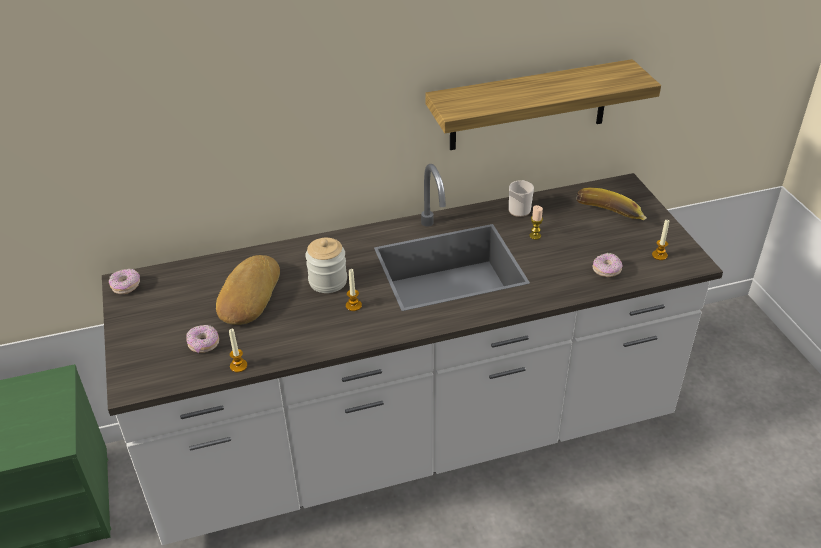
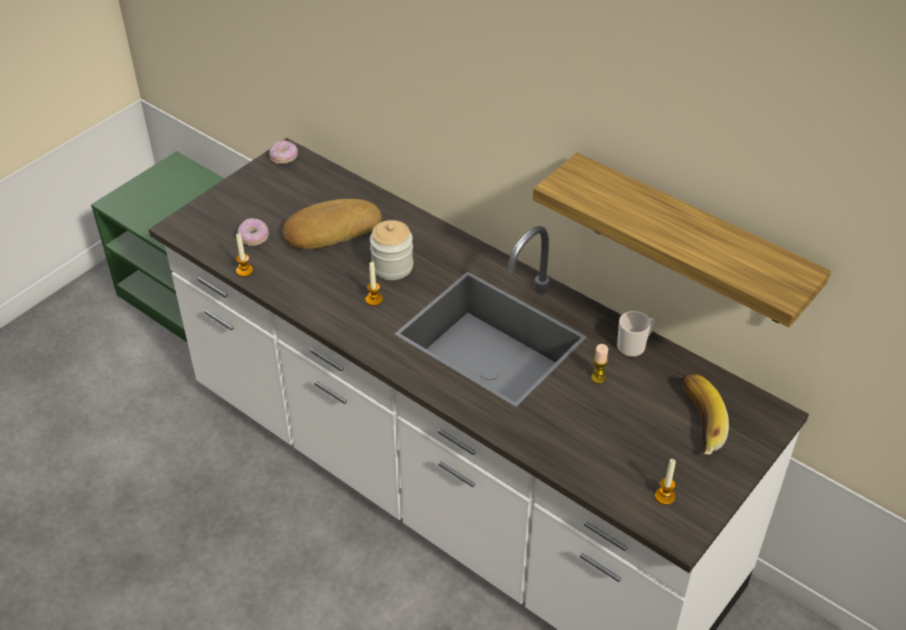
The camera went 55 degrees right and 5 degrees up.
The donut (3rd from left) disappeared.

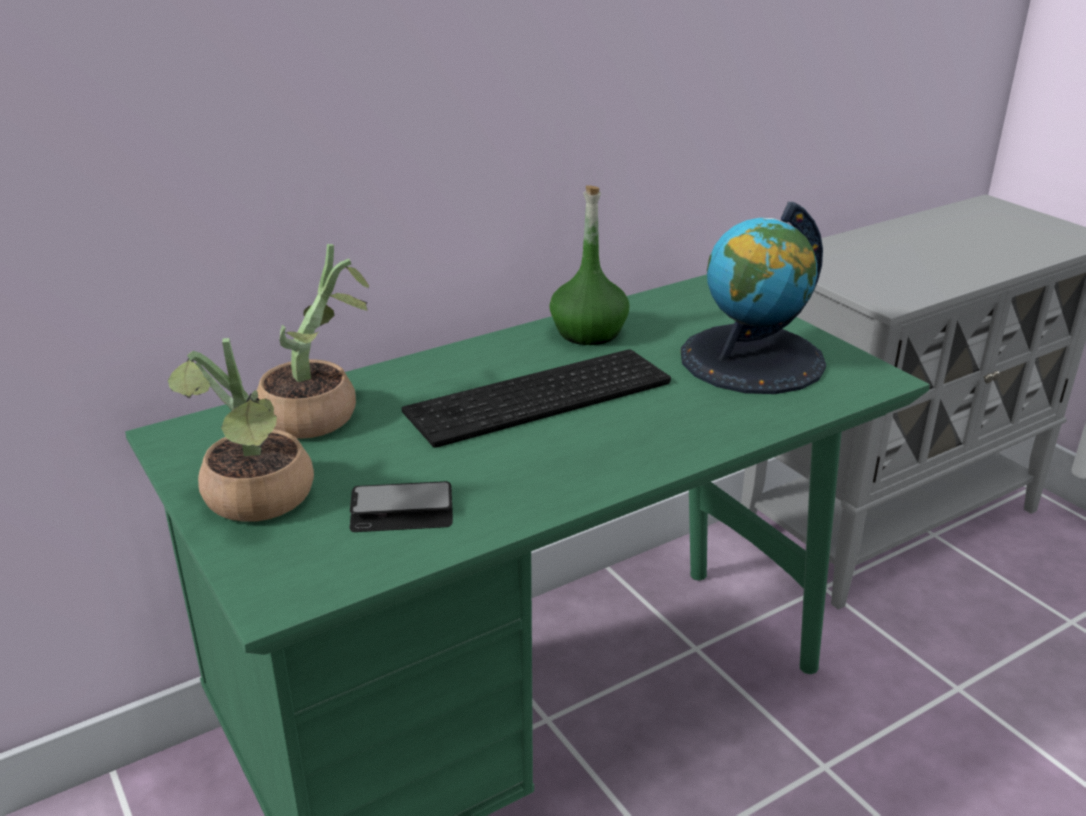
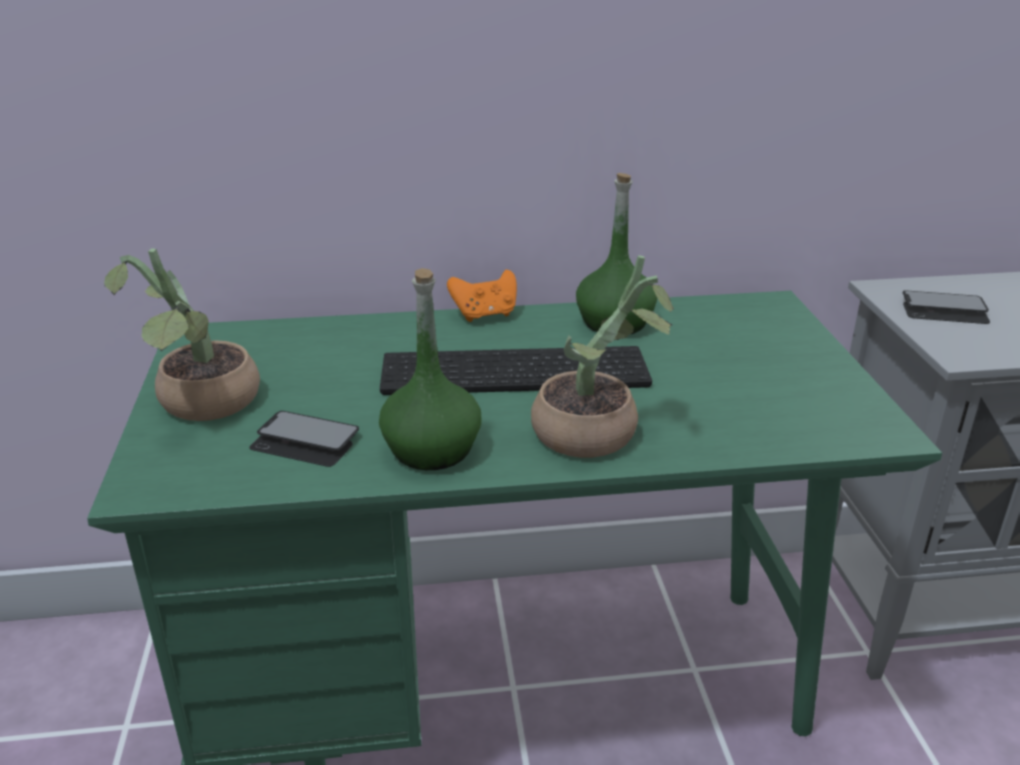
The camera went 25 degrees right and 0 degrees up.
The globe disappeared.
The potted plant (2nd from left) moved.
The bottle (green) (1st from left) appeared.
The game controller (orange) appeared.
The phone (2nd from left) appeared.

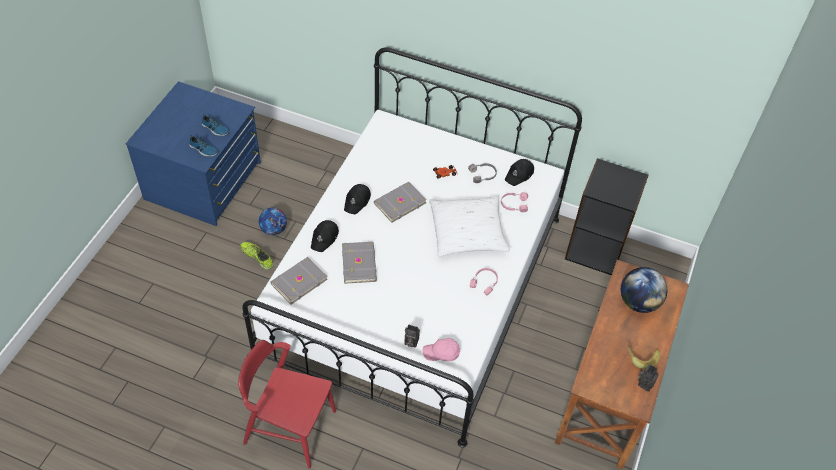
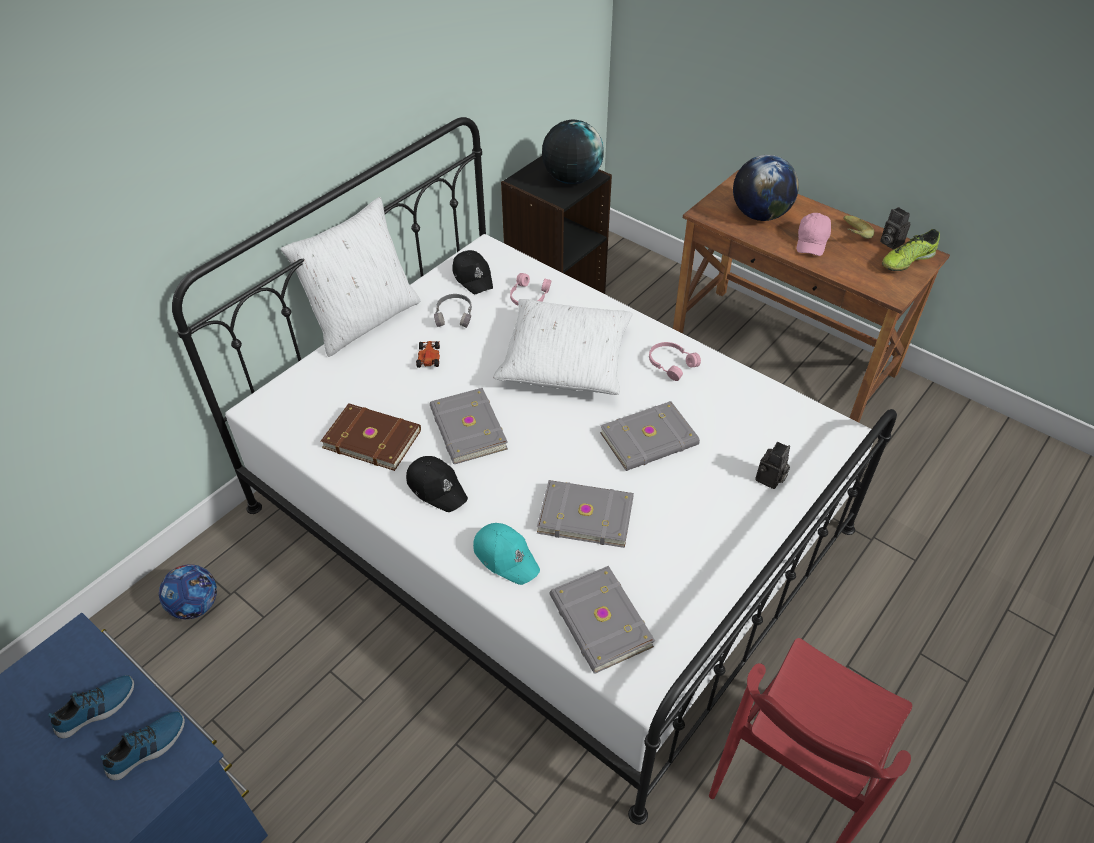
The camera went 70 degrees left and 5 degrees down.
The football moved.
The cap (black) (1st from left) became the cap (turquoise).
The shoe (3rd from left) moved.
The cap (pink) moved.
The globe (1st from left) appeared.
The pillow (white) (1st from left) appeared.
The book (grey) (4th from left) appeared.
The book (brown) appeared.

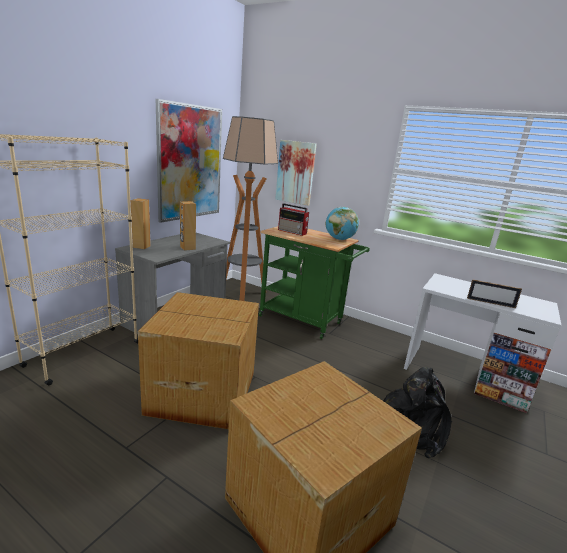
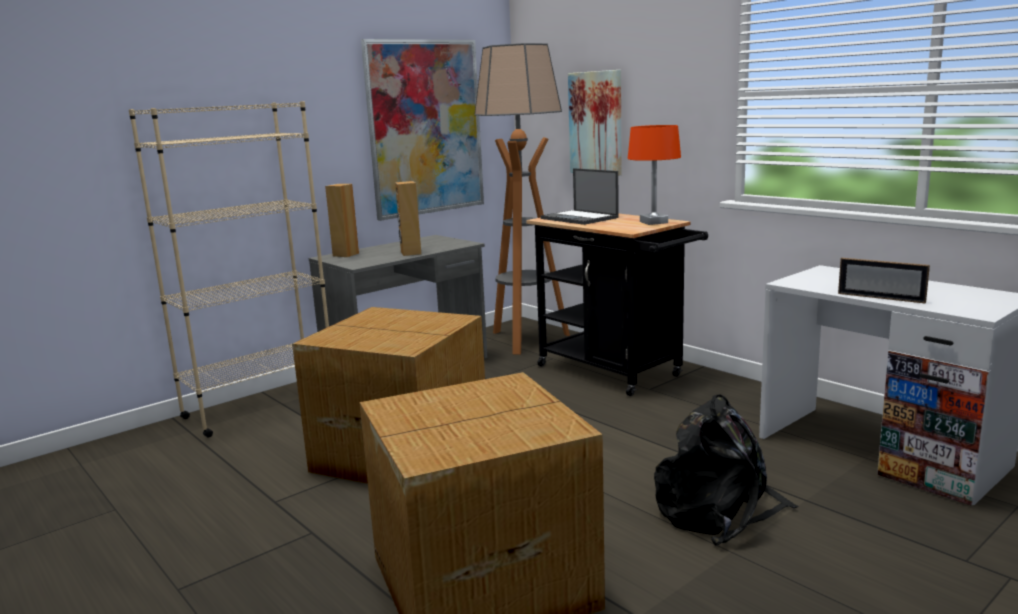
The camera went 20 degrees right and 5 degrees down.
The radio was replaced by the laptop.
The globe was replaced by the table lamp (orange).
The cart (green) became the cart (black).

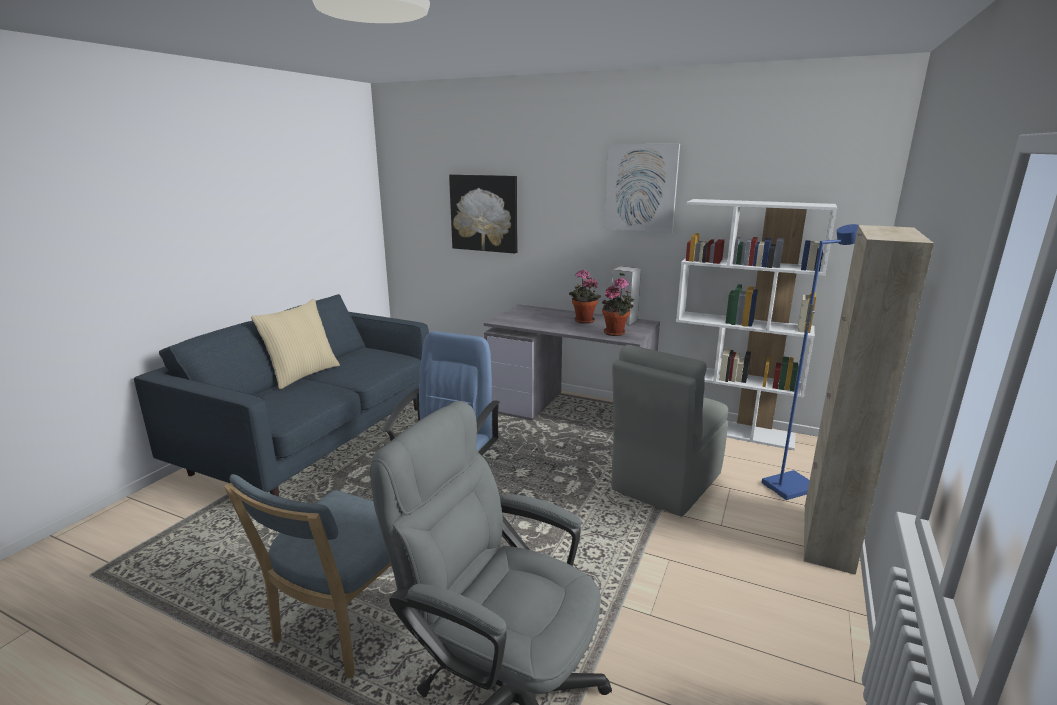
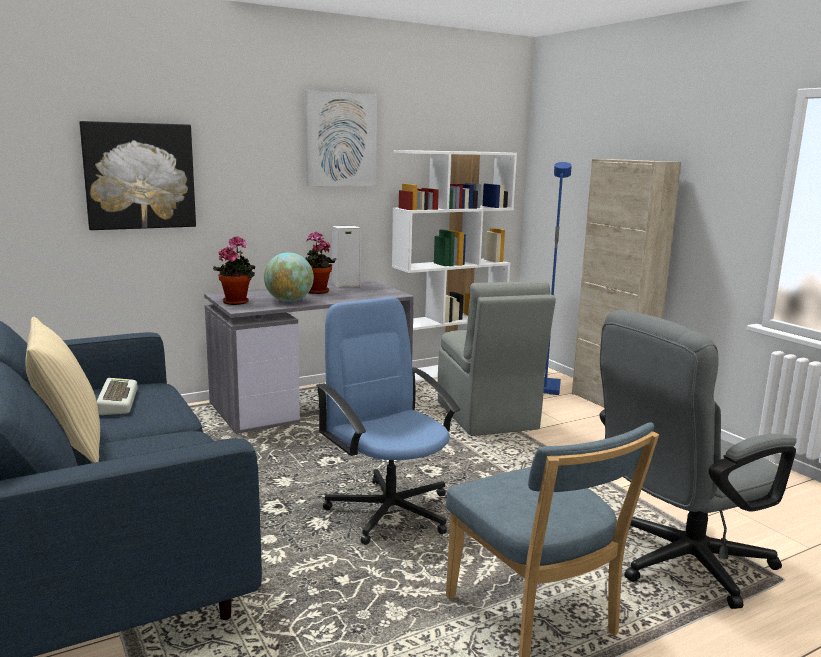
The camera went 55 degrees left and 5 degrees down.
The potted plant (2nd from left in the first image) moved.
The globe appeared.
The keyboard appeared.

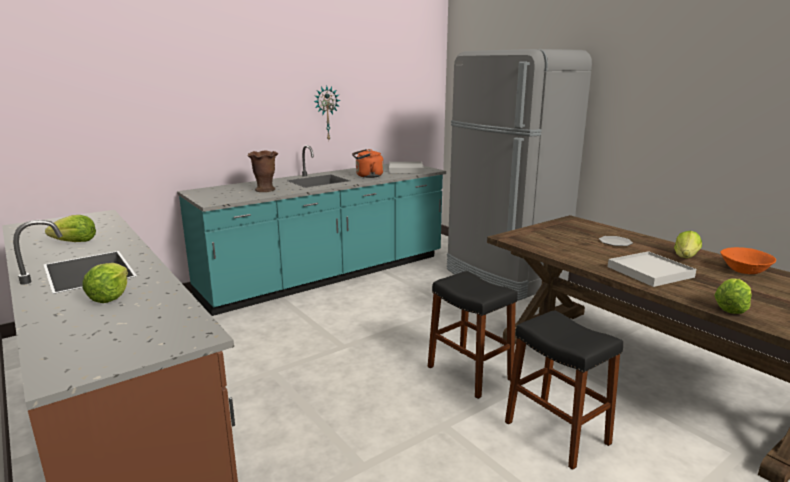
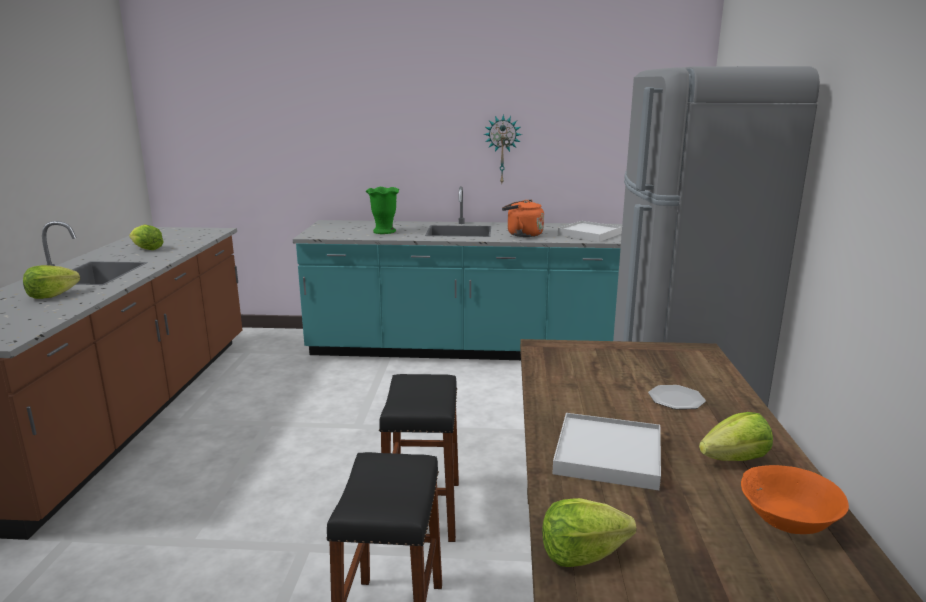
The camera went 40 degrees right and 0 degrees up.
The vase (brown) became the vase (green).

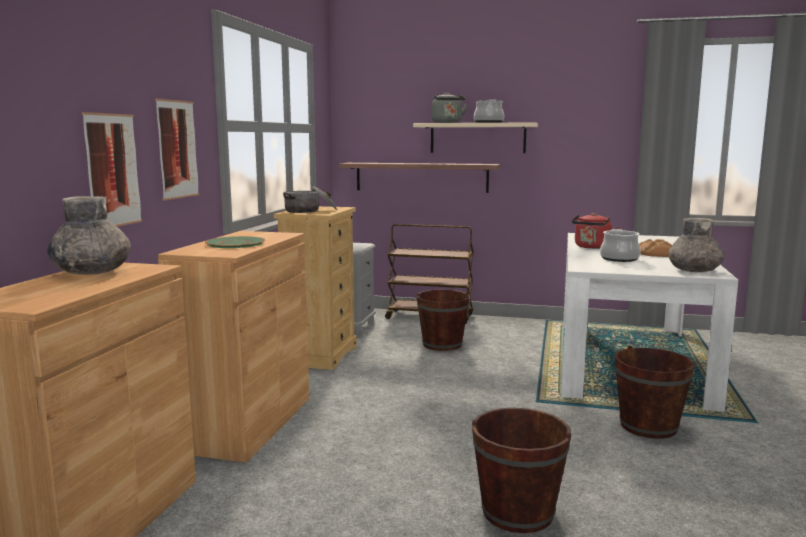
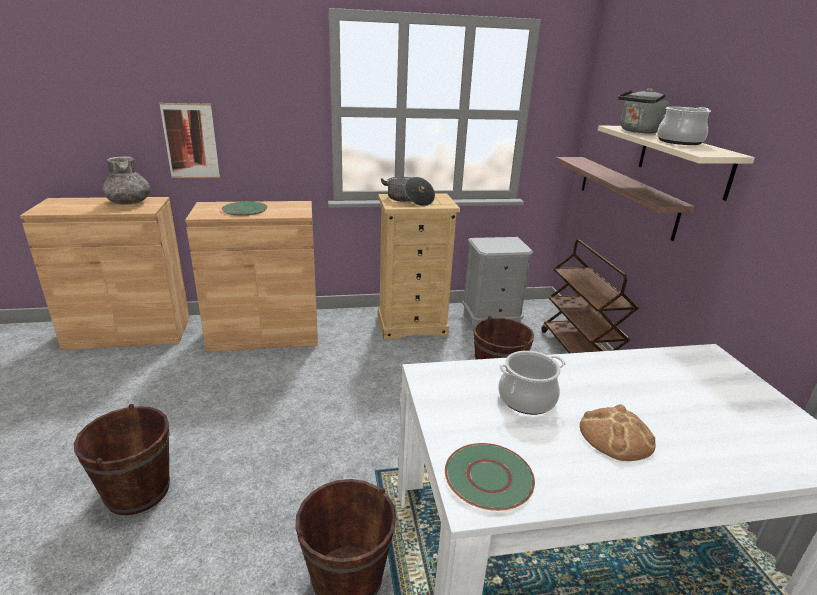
The camera went 65 degrees right and 15 degrees up.
The picture (2nd from left) disappeared.
The kettle (red) disappeared.
The vase (grey) (2nd from left) was replaced by the plate (green) (2nd from left).

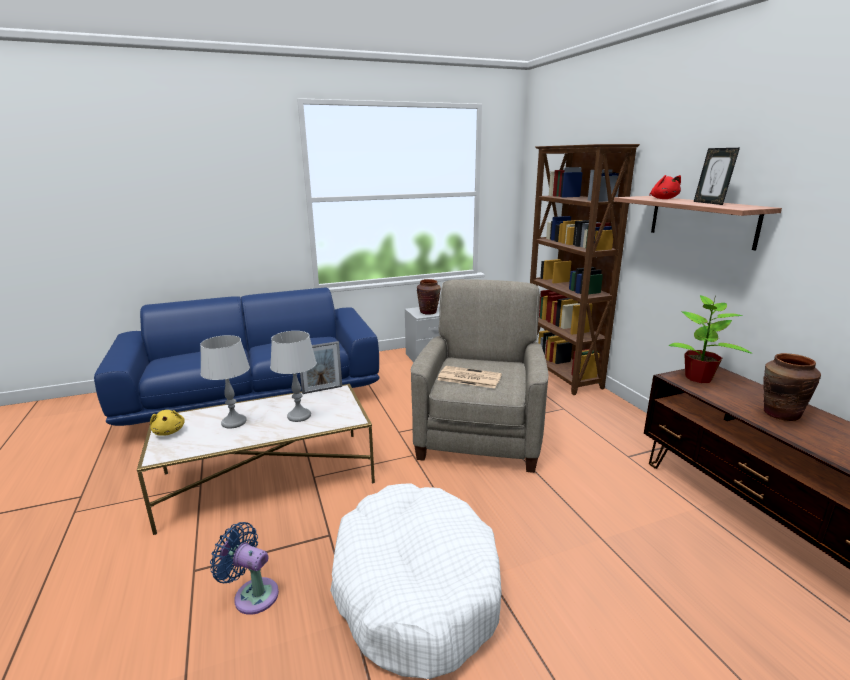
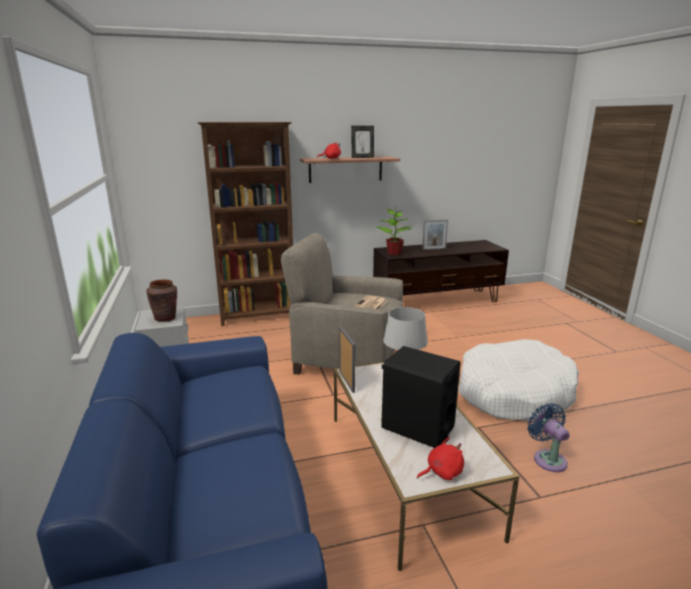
The camera went 85 degrees left and 0 degrees up.
The table lamp (grey) (1st from left) was replaced by the speaker (black).
The vase (brown) (2nd from left) was replaced by the picture frame (3rd from left).
The plush toy (yellow) became the plush toy (red) (2nd from left).
The fan (blue) turned 135 degrees clockwise.

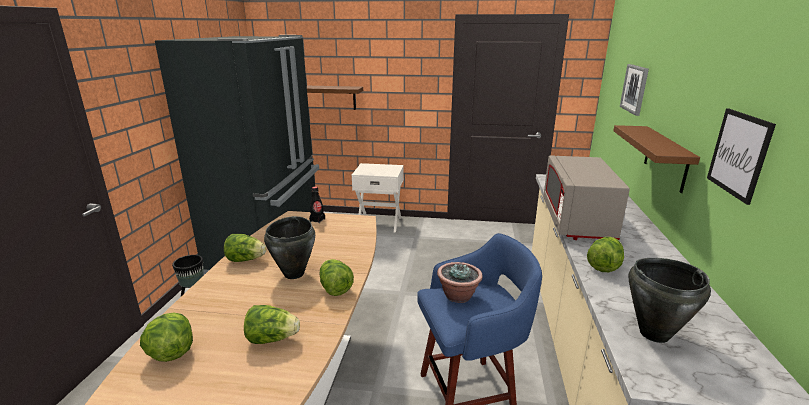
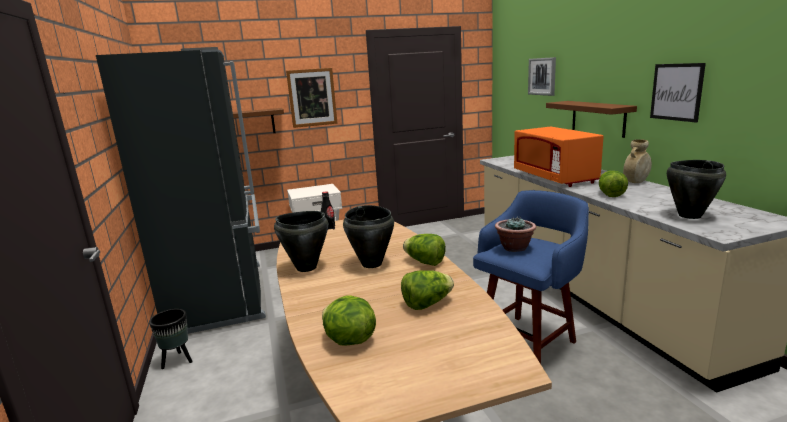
The camera went 25 degrees left and 5 degrees down.
The microwave (grey) became the microwave (orange).
The lettuce (2nd from left) was replaced by the cooking pot (black) (1st from left).
The picture (1st from left) appeared.
The vase (beige) appeared.

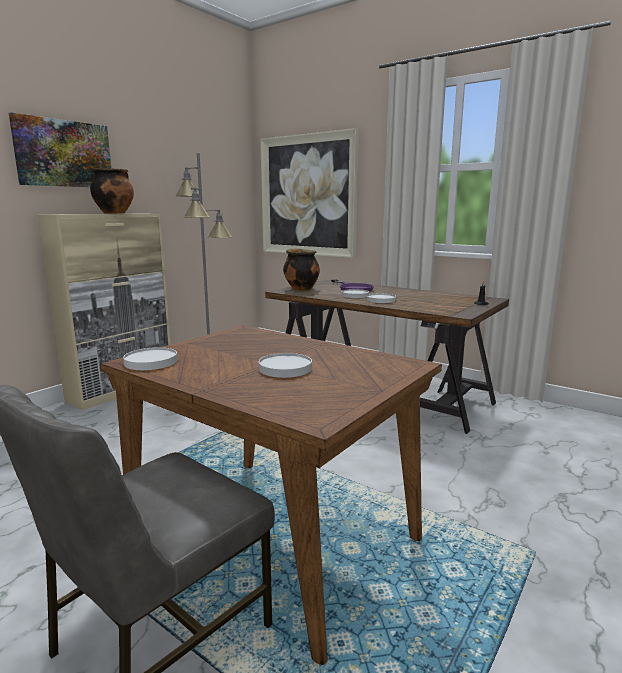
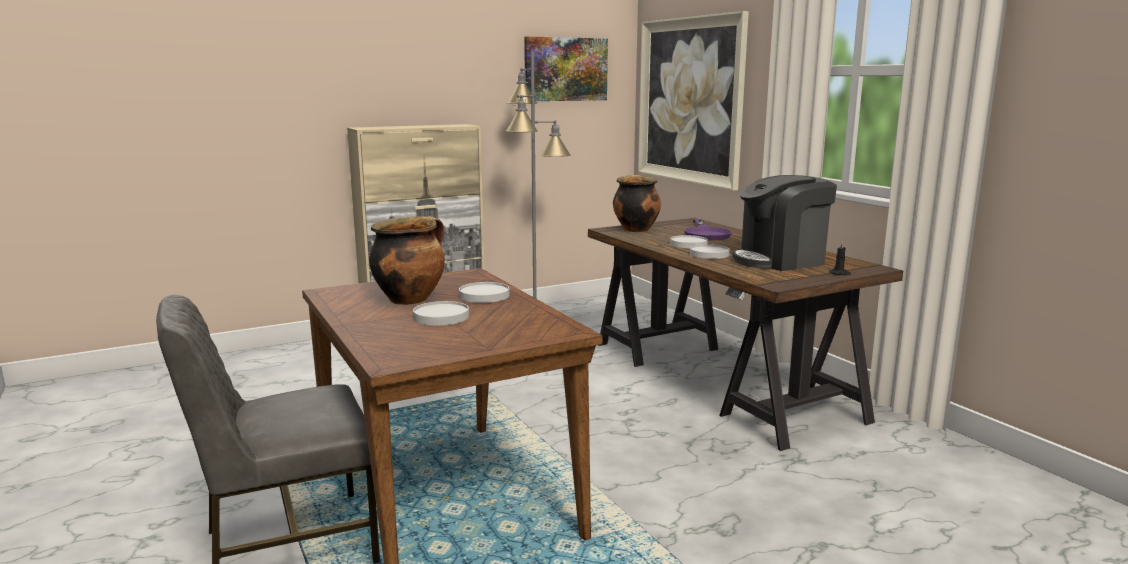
The camera went 25 degrees right and 0 degrees up.
The picture (1st from left) moved.
The cooking pot (1st from left) moved.
The plate (white) (1st from left in the first image) moved.
The coffee machine appeared.

